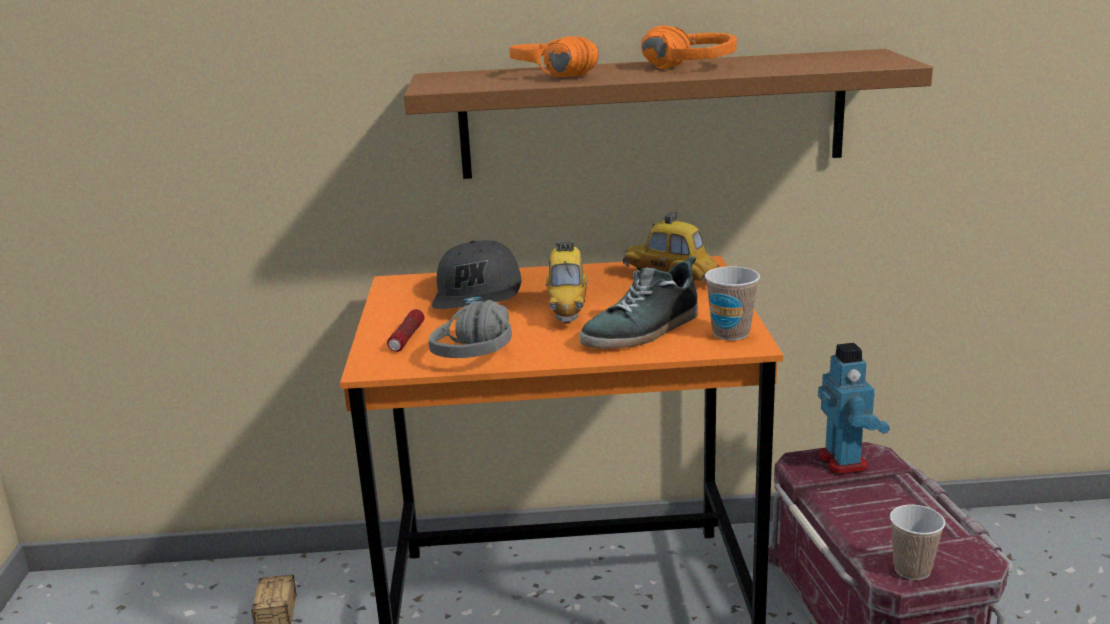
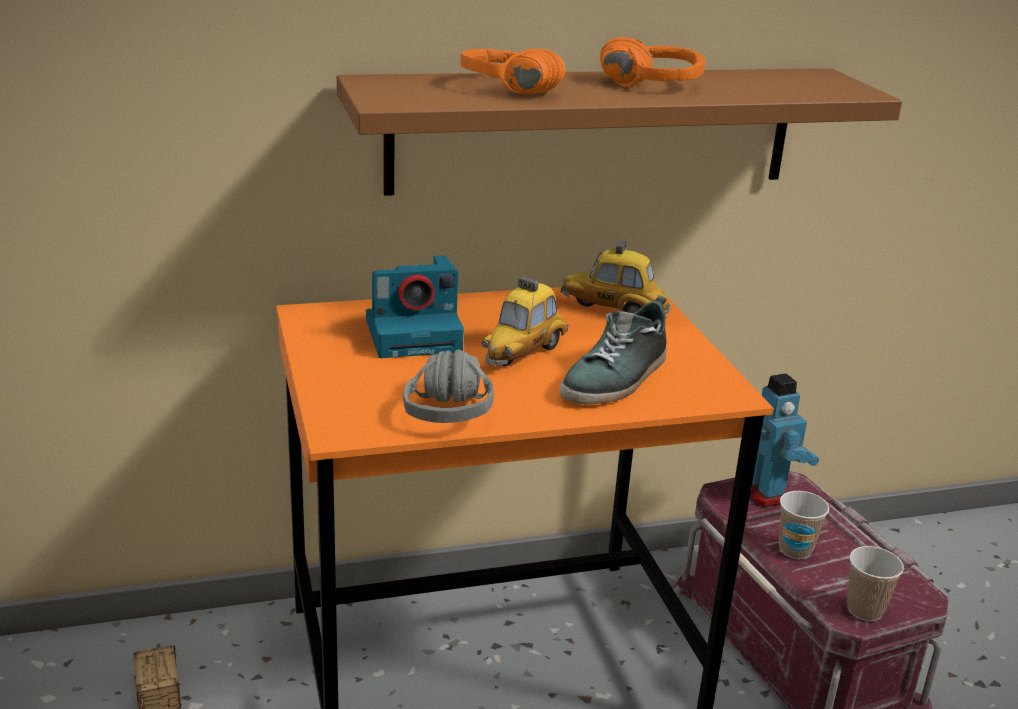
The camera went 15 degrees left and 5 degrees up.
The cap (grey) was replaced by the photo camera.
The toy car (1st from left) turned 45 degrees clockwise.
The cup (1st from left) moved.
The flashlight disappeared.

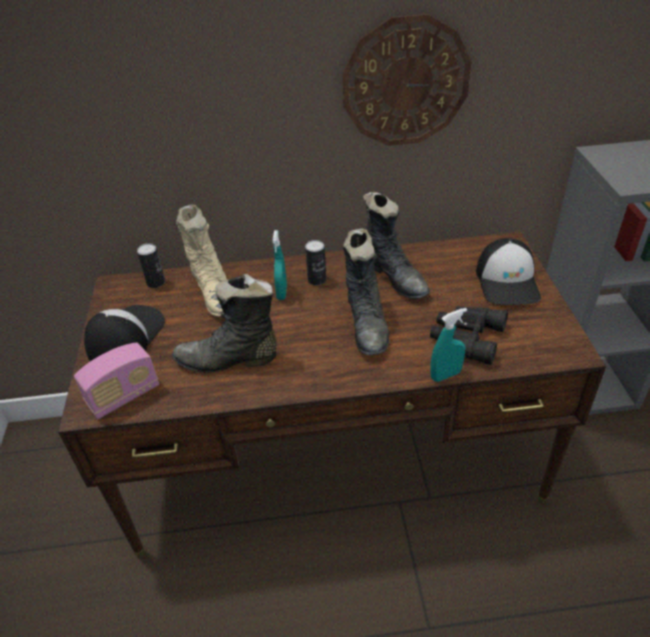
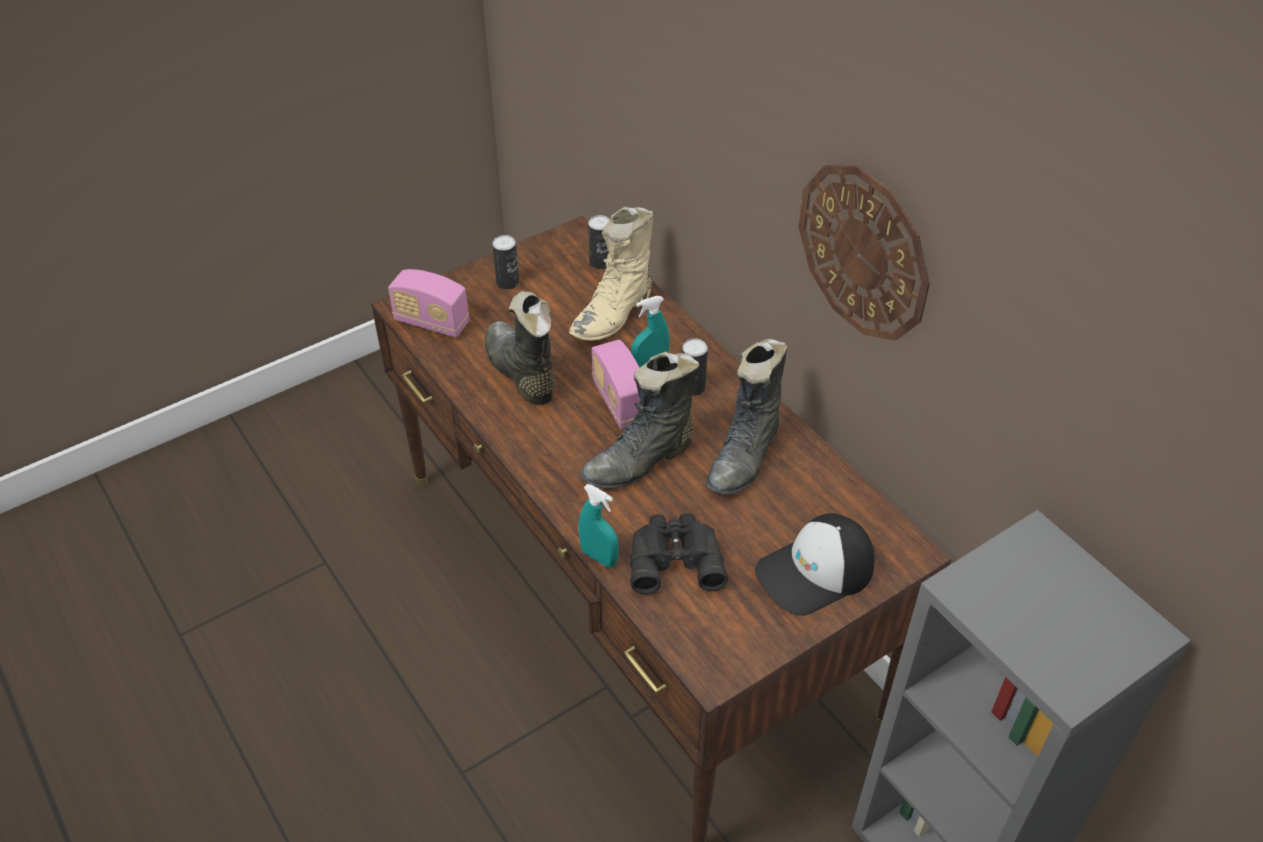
The camera went 60 degrees right and 5 degrees up.
The cap (1st from left) was replaced by the can (1st from left).
The radio (2nd from left) appeared.

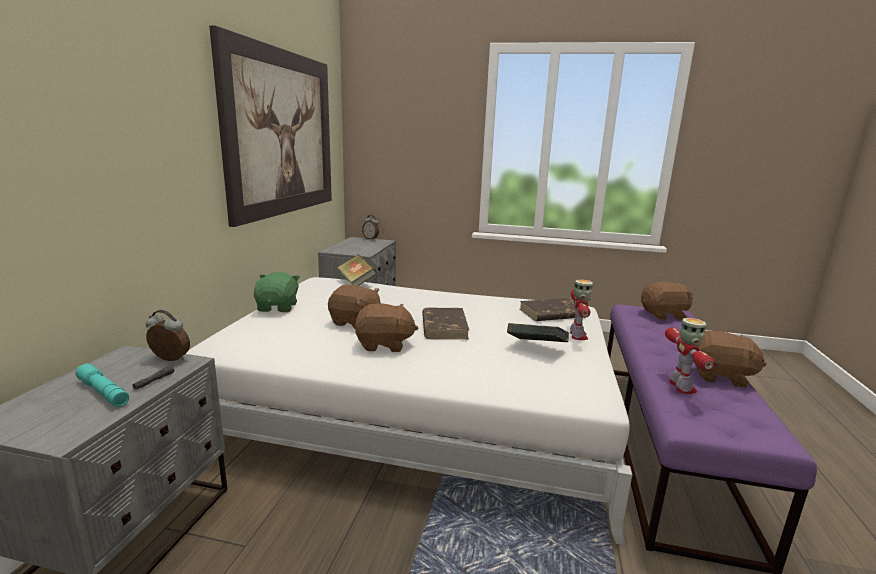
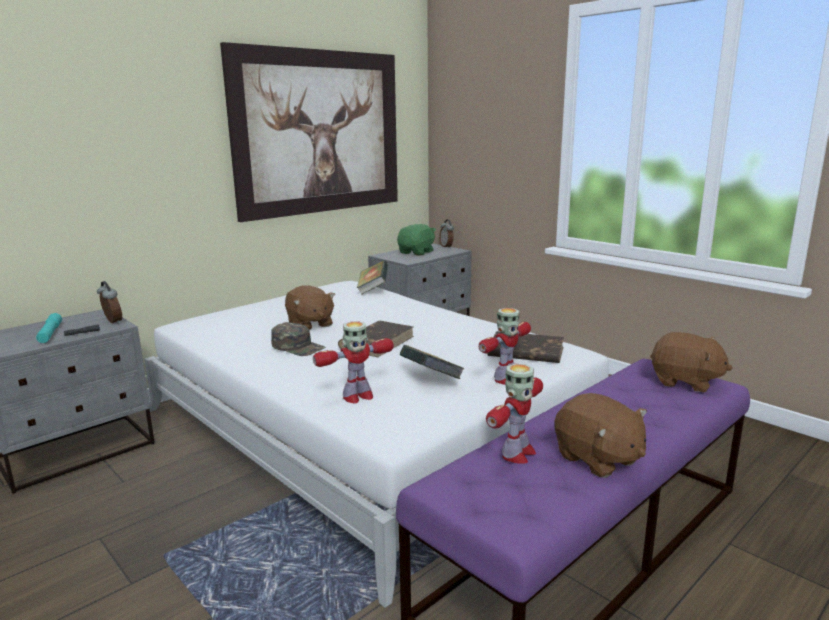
The camera went 35 degrees right and 0 degrees up.
The plush toy (green) moved.
The plush toy (brown) (2nd from left) was replaced by the cap (green).
The toy robot (1st from left) appeared.

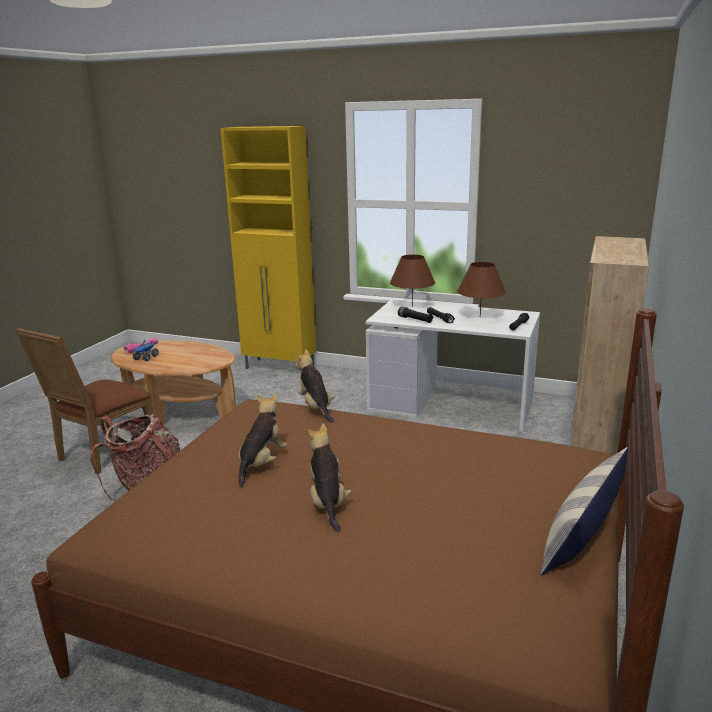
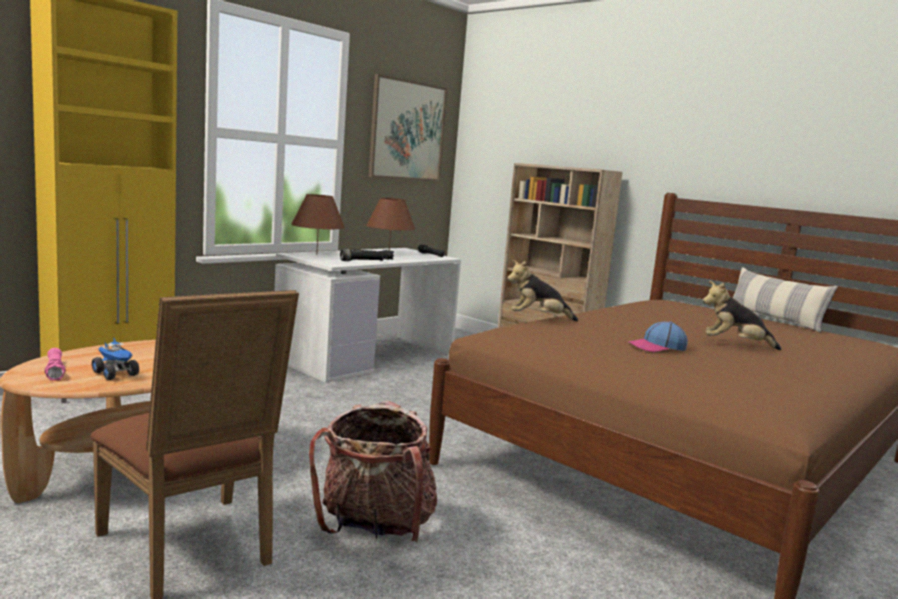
The camera went 70 degrees left and 10 degrees down.
The plush toy (1st from left) was replaced by the cap.
The picture appeared.

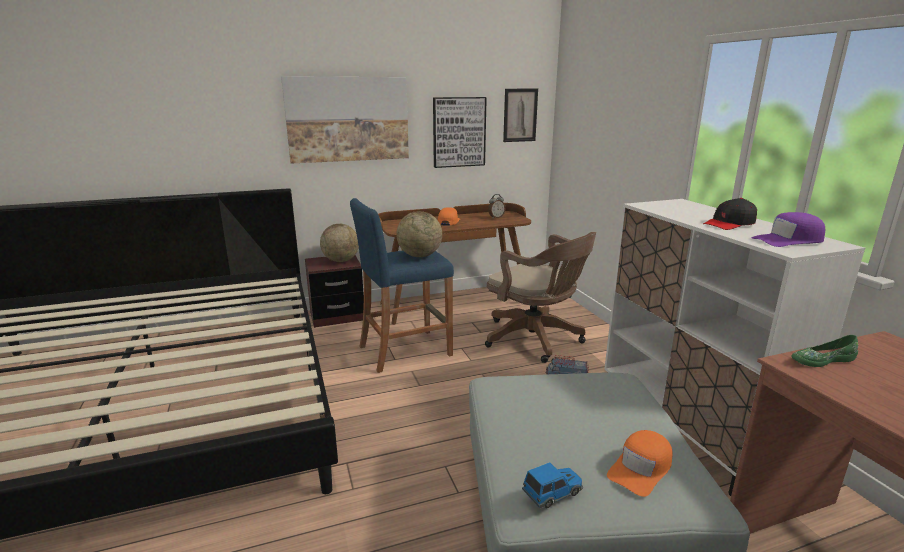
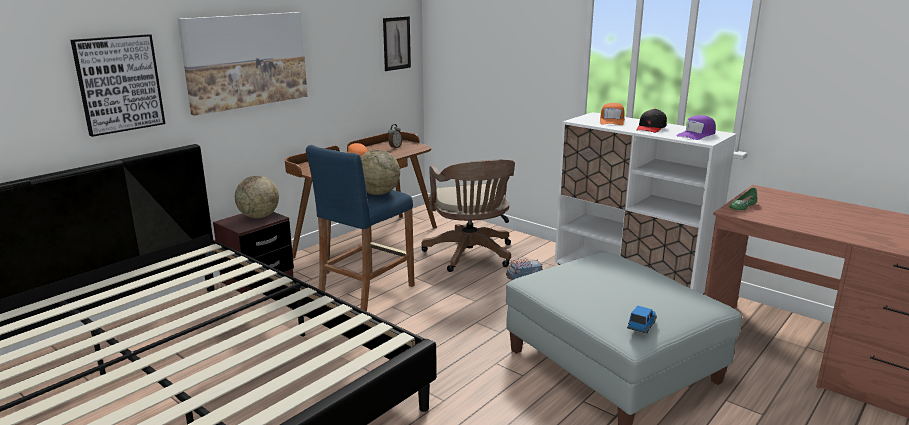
The camera went 30 degrees left and 0 degrees up.
The picture (2nd from left in the first image) moved.
The office chair (brown) turned 60 degrees clockwise.
The cap (orange) (2nd from left) moved.

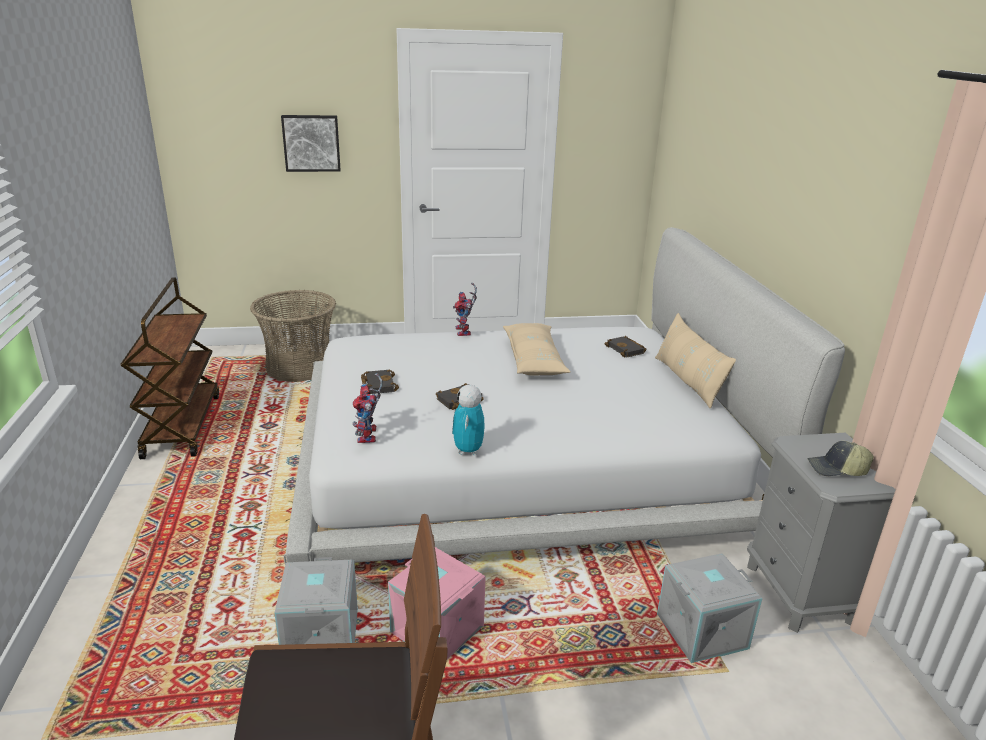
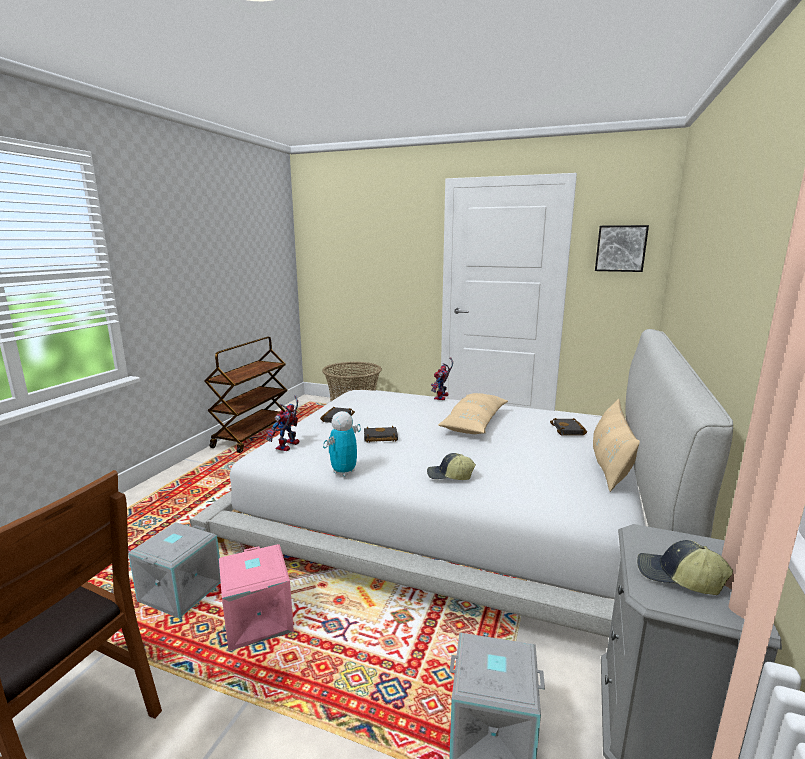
The camera went 30 degrees right and 10 degrees down.
The picture moved.
The cap (1st from left) appeared.

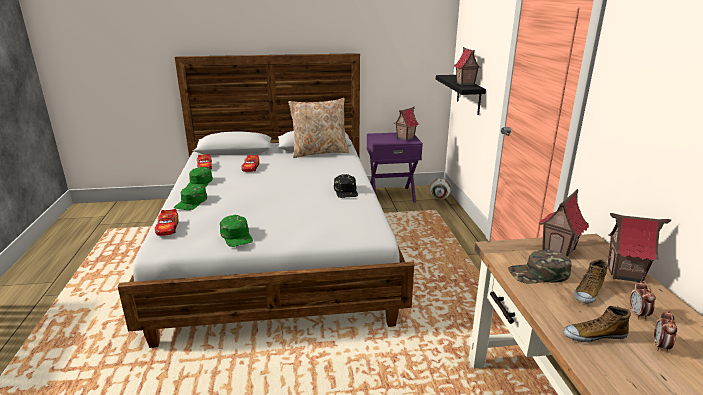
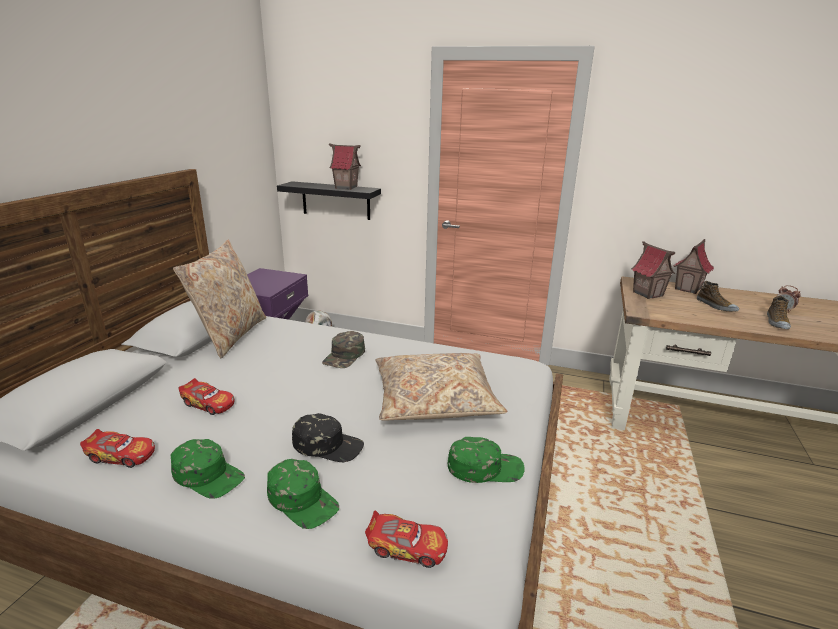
The camera went 65 degrees left and 0 degrees up.
The toy house (1st from left) disappeared.
The cap (black) moved.
The cap (green) (4th from left in the first image) moved.
The alarm clock (1st from left) disappeared.
The pillow (beige) (2nd from left) appeared.

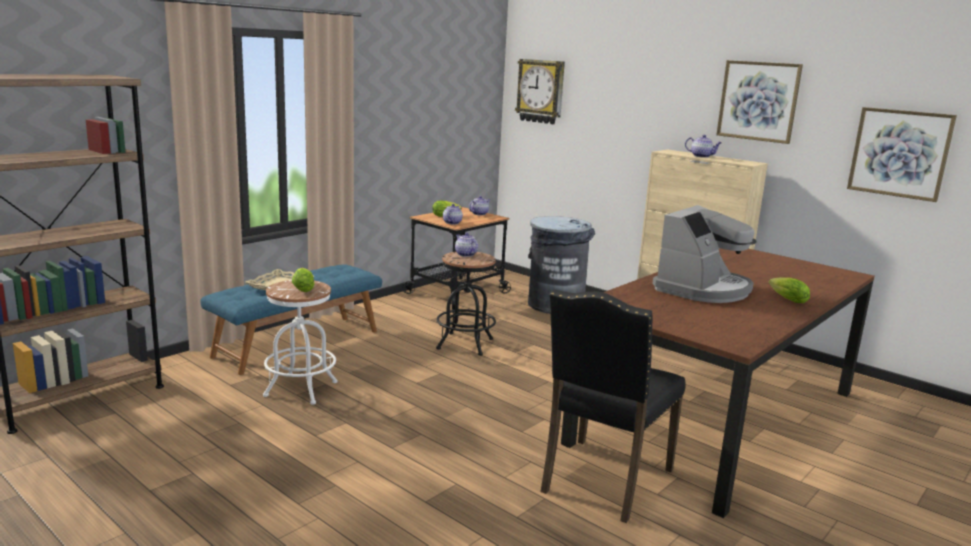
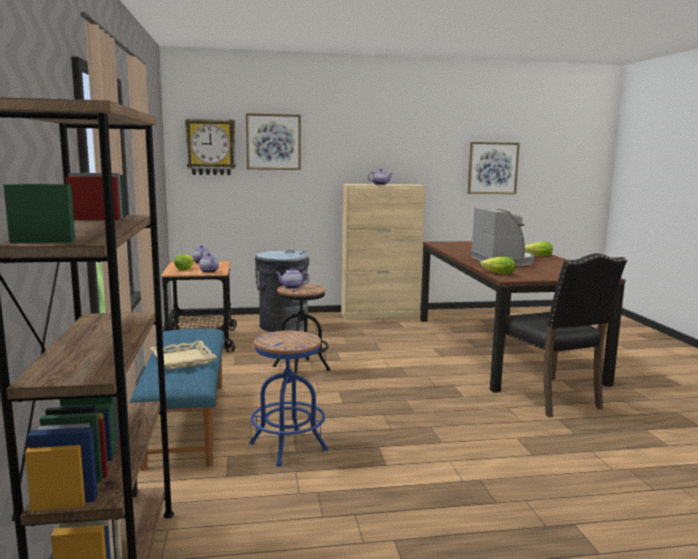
The camera went 50 degrees left and 5 degrees down.
The picture (1st from left) moved.
The lettuce (1st from left in the first image) moved.
The stool (white) became the stool (blue).

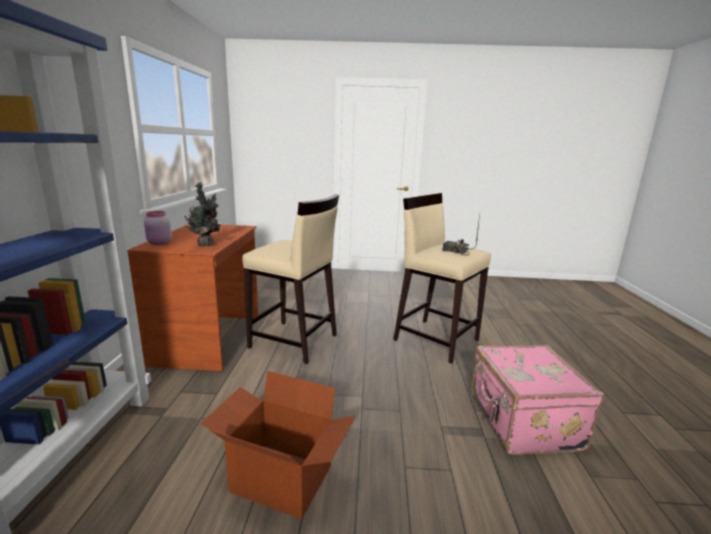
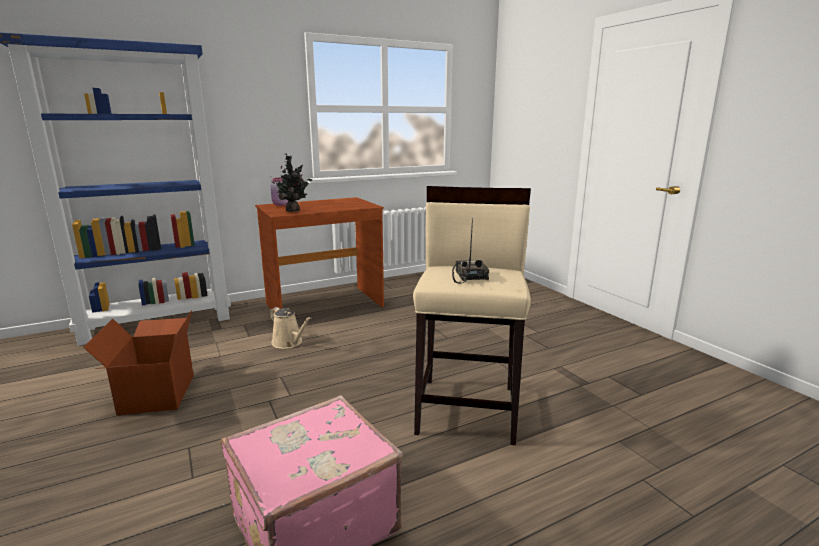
The camera went 60 degrees right and 0 degrees up.
The stool (beige) (1st from left) disappeared.
The watering can (beige) appeared.

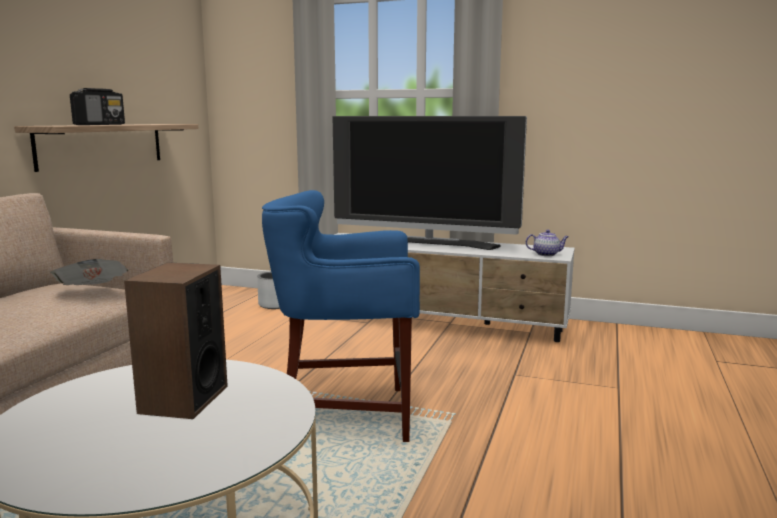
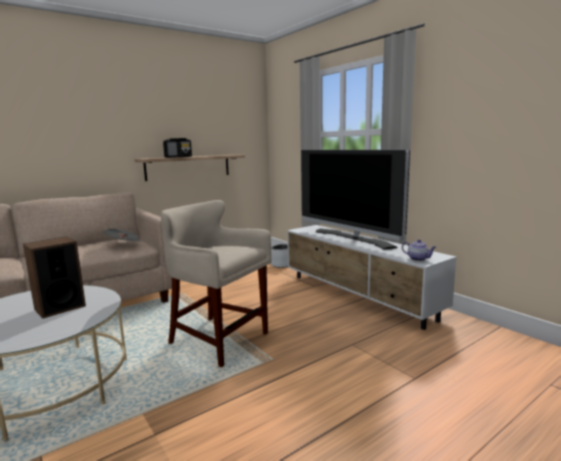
The camera went 35 degrees right and 0 degrees up.
The stool (blue) became the stool (beige).

